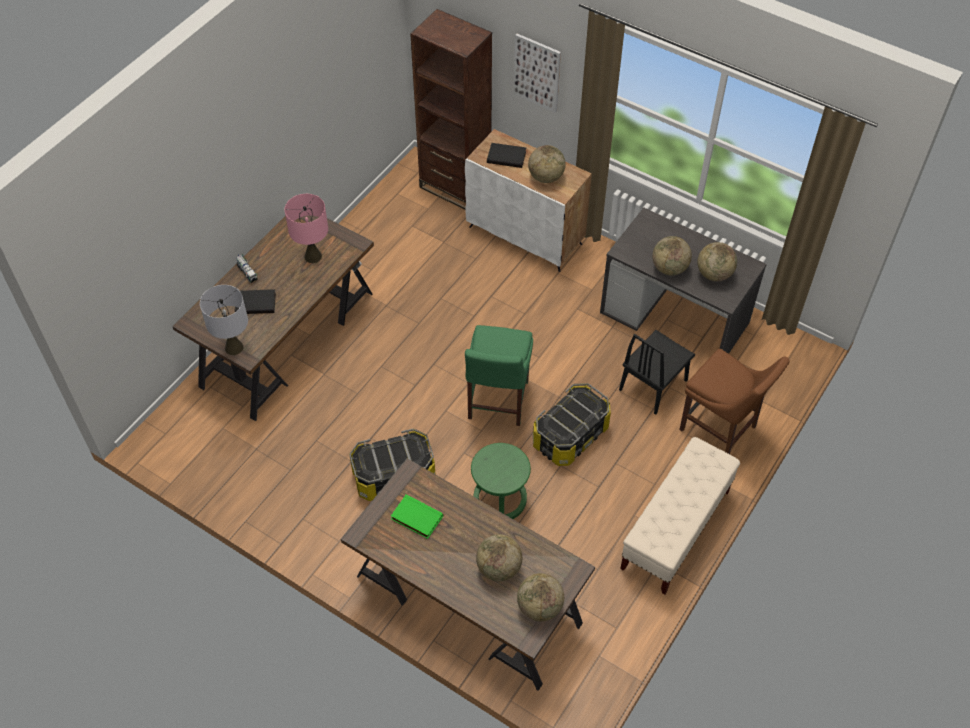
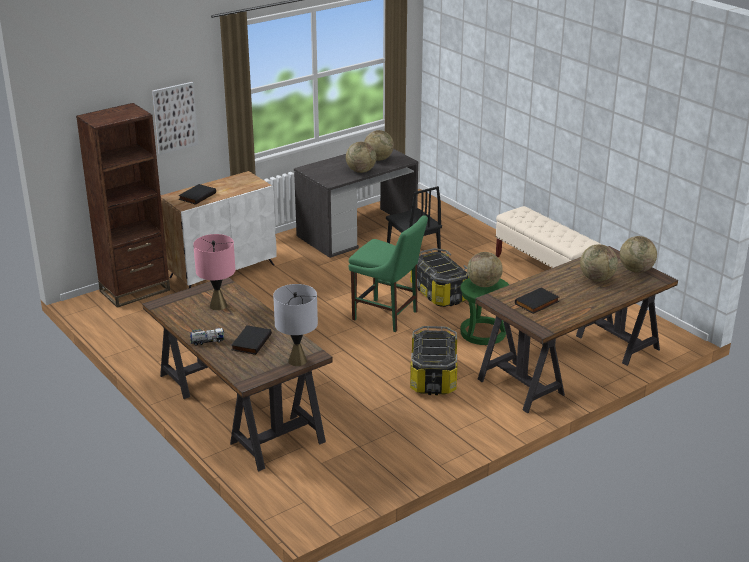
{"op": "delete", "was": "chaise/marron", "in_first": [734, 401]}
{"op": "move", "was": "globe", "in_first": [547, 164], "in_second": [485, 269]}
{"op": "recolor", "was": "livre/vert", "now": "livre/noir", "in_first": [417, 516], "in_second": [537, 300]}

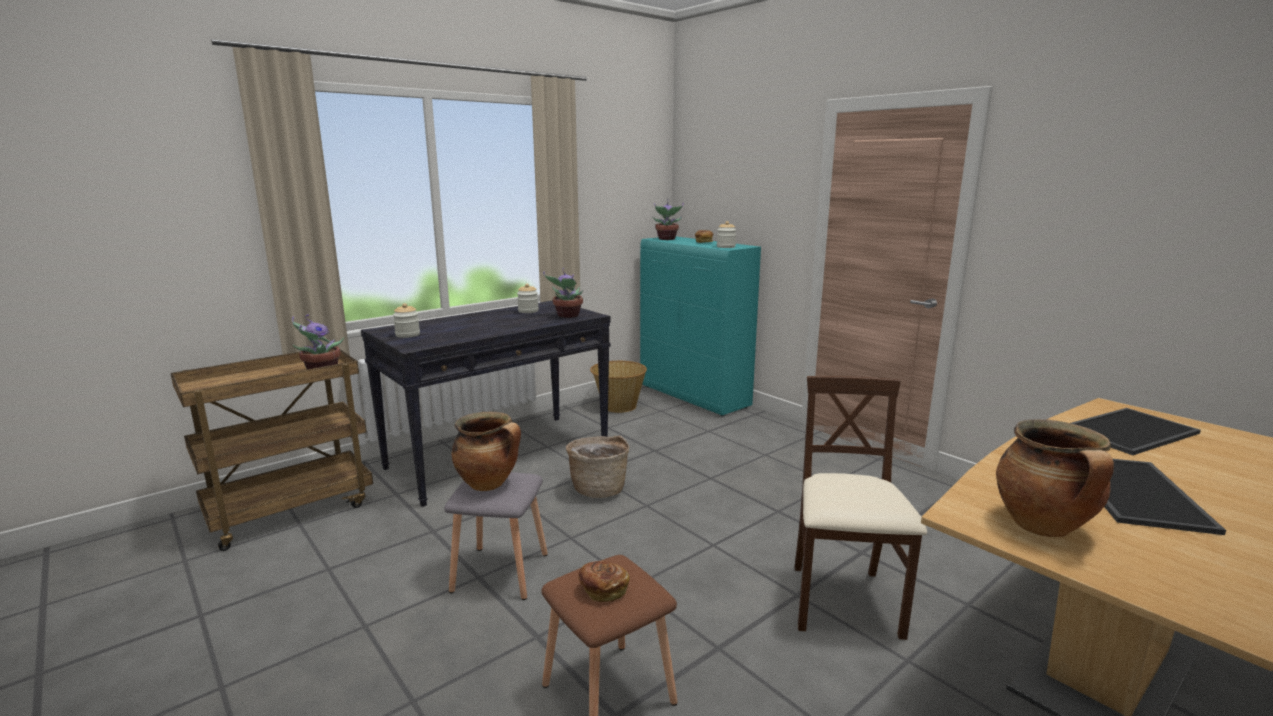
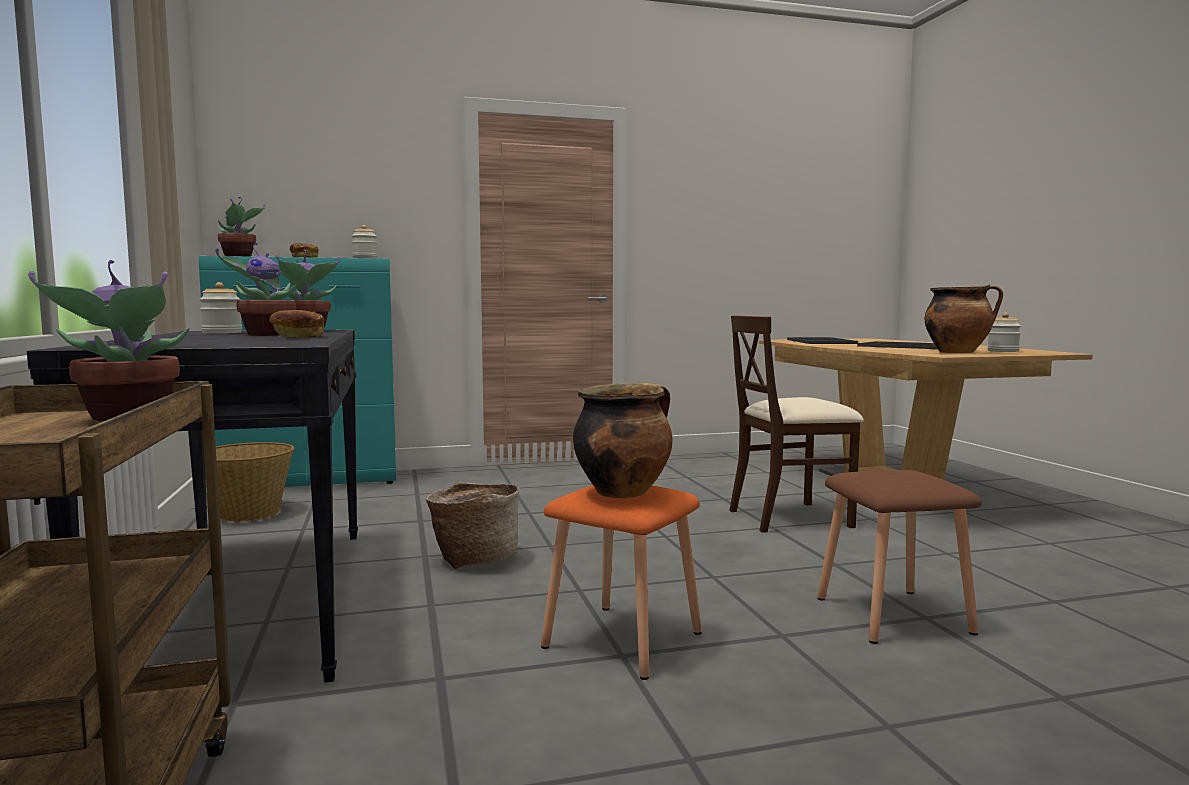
{"op": "insert", "now": "plante en pot", "in_second": [255, 289]}
{"op": "move", "was": "bocal", "in_first": [406, 320], "in_second": [1004, 332]}
{"op": "move", "was": "pain", "in_first": [603, 581], "in_second": [296, 324]}
{"op": "recolor", "was": "tabouret/gris", "now": "tabouret/orange", "in_first": [496, 536], "in_second": [621, 582]}
{"op": "rotate", "was": "chaise/beige", "in_first": [860, 508], "in_second": [796, 424], "clockwise": -45}

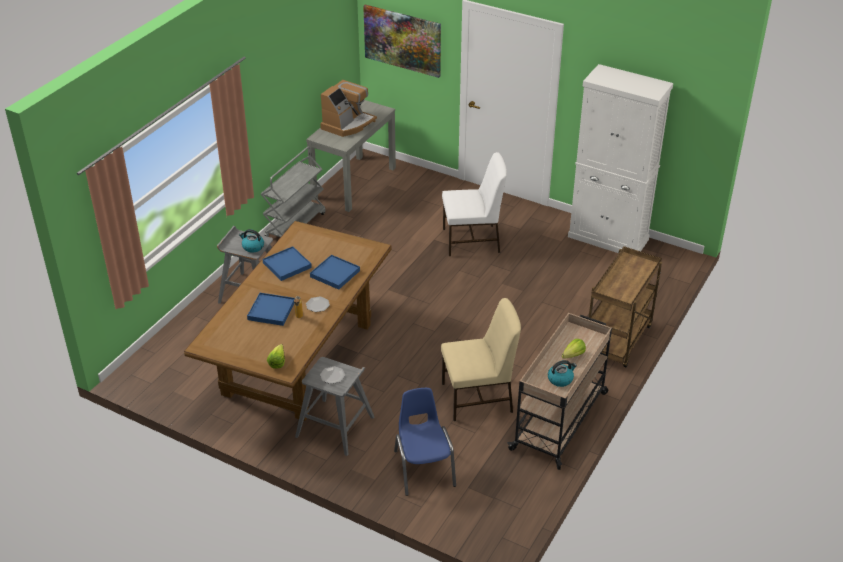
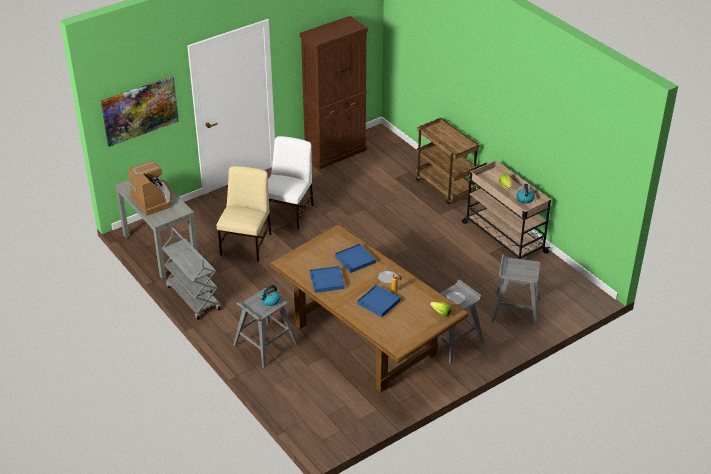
{"op": "move", "was": "chaise/beige", "in_first": [481, 359], "in_second": [244, 214]}
{"op": "replace", "was": "chaise/bleu", "now": "tabouret/gris", "in_first": [425, 442], "in_second": [516, 291]}
{"op": "recolor", "was": "meuble de rangement/blanc", "now": "meuble de rangement/marron", "in_first": [620, 158], "in_second": [334, 92]}

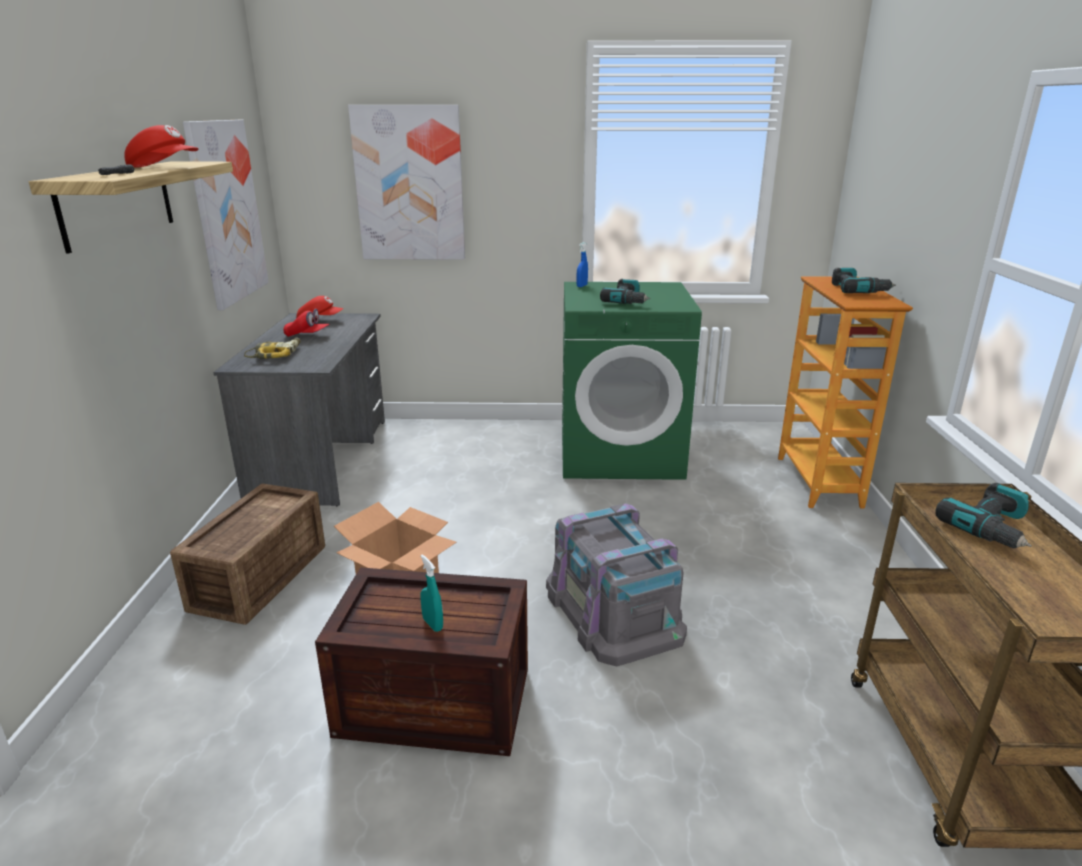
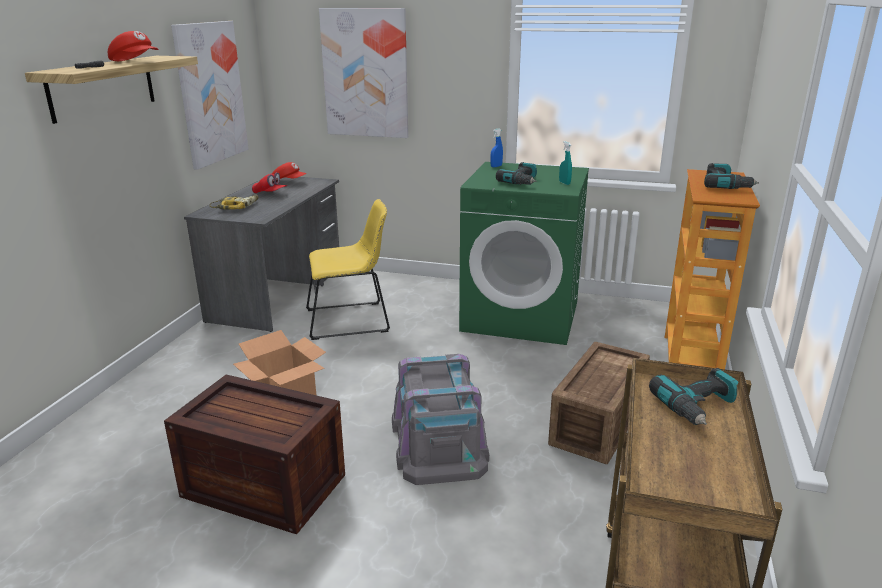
{"op": "insert", "now": "chaise/jaune", "in_second": [348, 269]}
{"op": "move", "was": "caisse", "in_first": [247, 554], "in_second": [599, 403]}
{"op": "move", "was": "vaporisateur/turquoise", "in_first": [431, 593], "in_second": [565, 163]}

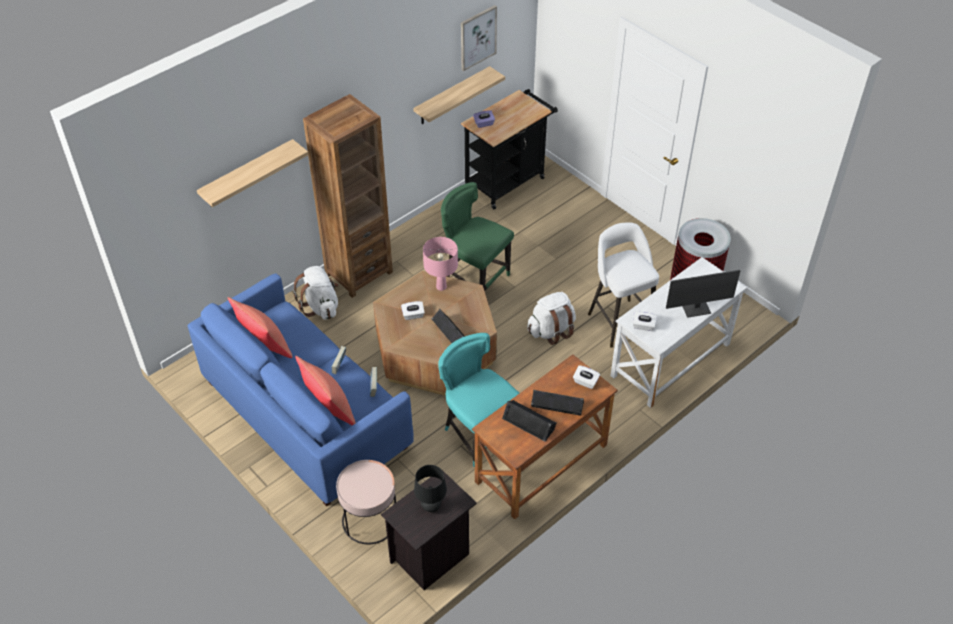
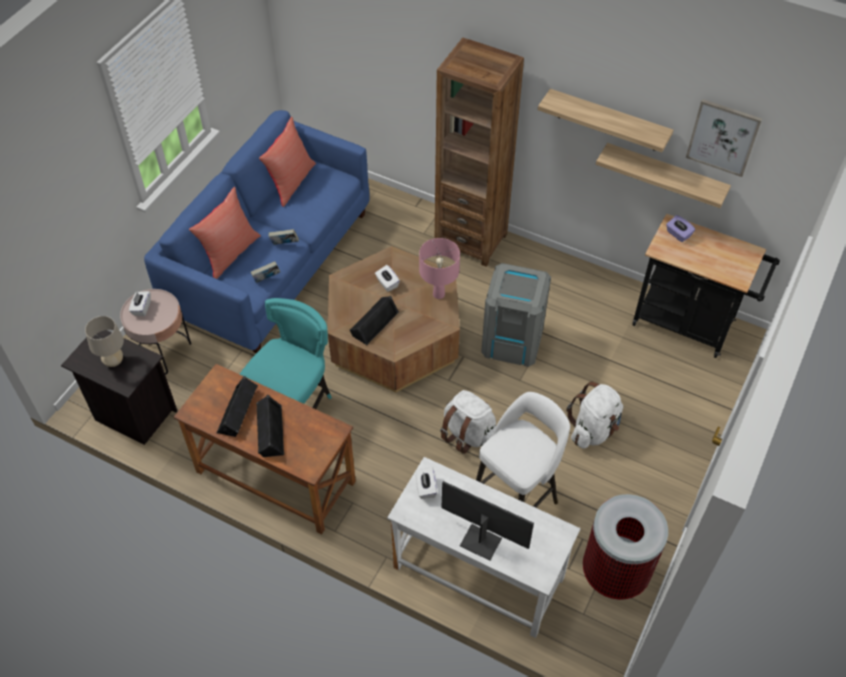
{"op": "move", "was": "étagère", "in_first": [253, 173], "in_second": [605, 120]}
{"op": "move", "was": "sac à dos/blanc", "in_first": [316, 293], "in_second": [594, 415]}
{"op": "move", "was": "boîte à mouchoirs/blanc", "in_first": [586, 377], "in_second": [140, 303]}
{"op": "replace", "was": "chaise/vert", "now": "poubelle/gris", "in_first": [477, 236], "in_second": [516, 315]}
{"op": "recolor", "was": "lampe de table/noir", "now": "lampe de table/beige", "in_first": [430, 488], "in_second": [104, 341]}
{"op": "rotate", "was": "écran d'ordinateur", "in_first": [703, 294], "in_second": [488, 521], "clockwise": 150}

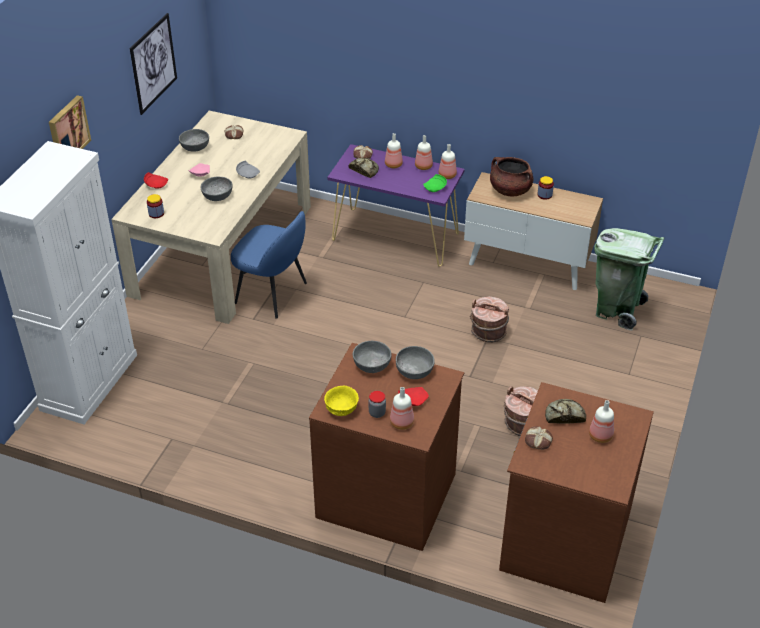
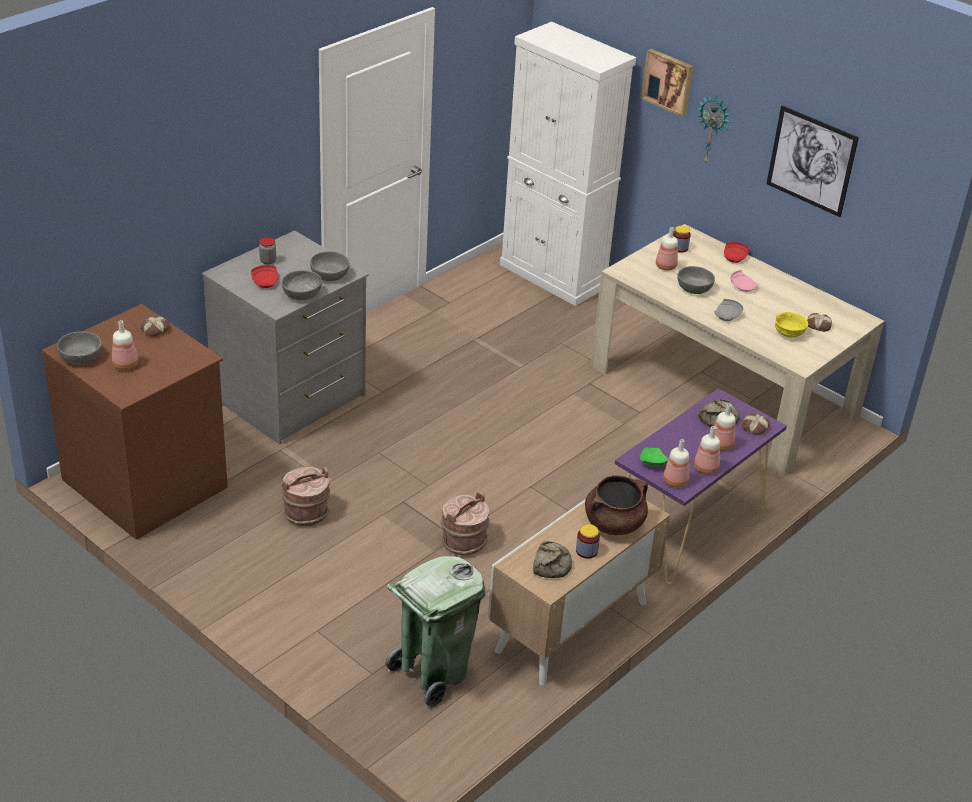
{"op": "delete", "was": "chaise/bleu", "in_first": [269, 265]}
{"op": "insert", "now": "horloge murale", "in_second": [714, 129]}
{"op": "move", "was": "bol/gris", "in_first": [194, 140], "in_second": [79, 348]}
{"op": "move", "was": "bol/jaune", "in_first": [341, 401], "in_second": [791, 324]}
{"op": "move", "was": "bouteille", "in_first": [402, 408], "in_second": [667, 249]}
{"op": "move", "was": "pain", "in_first": [565, 411], "in_second": [552, 559]}
{"op": "recolor", "was": "commode/marron", "now": "commode/gris", "in_first": [386, 447], "in_second": [285, 337]}

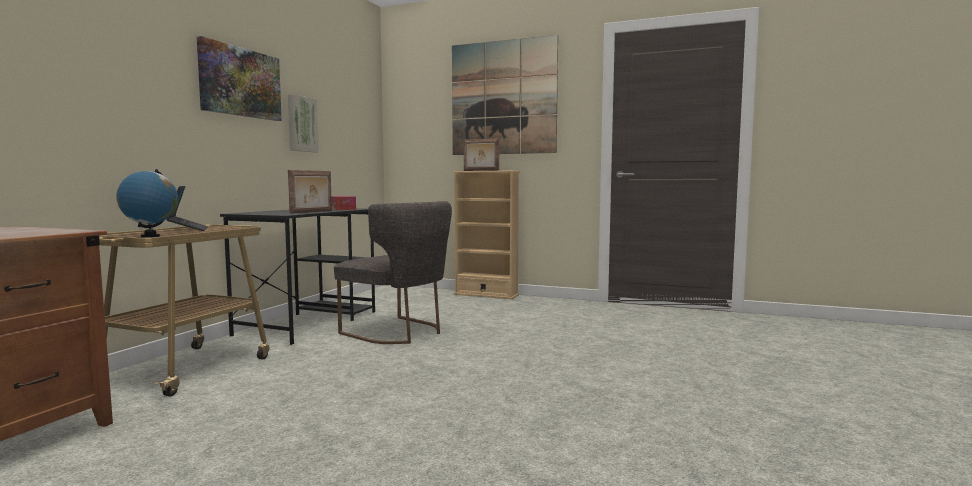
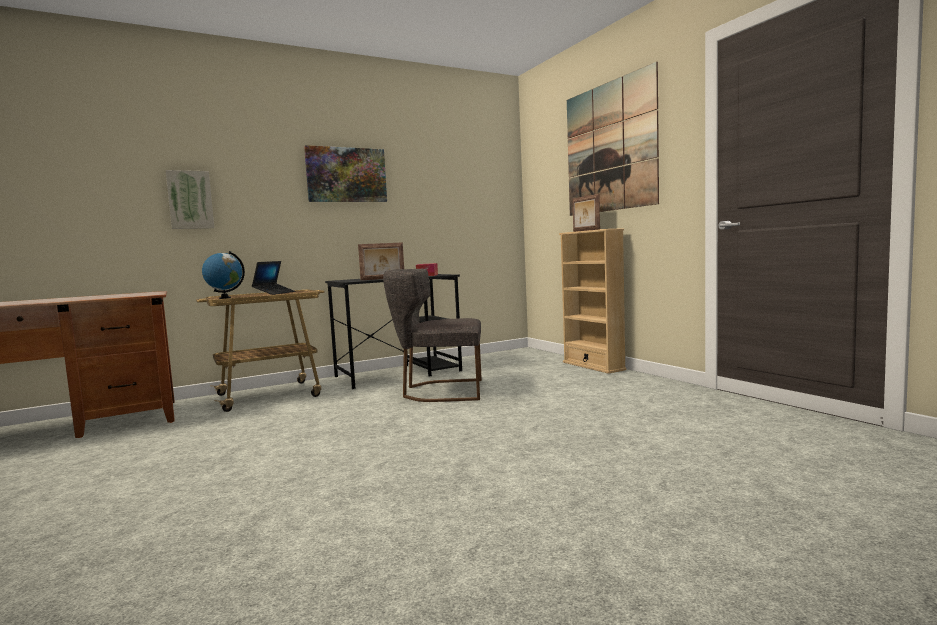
{"op": "move", "was": "tableau", "in_first": [303, 123], "in_second": [189, 199]}
{"op": "rotate", "was": "chaise/gris", "in_first": [393, 272], "in_second": [432, 335], "clockwise": 105}

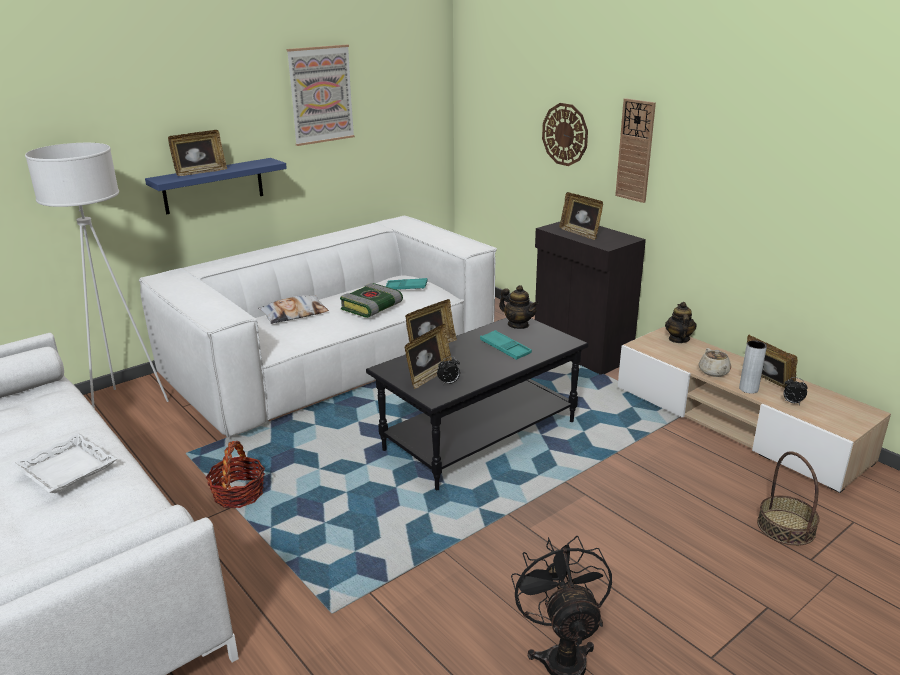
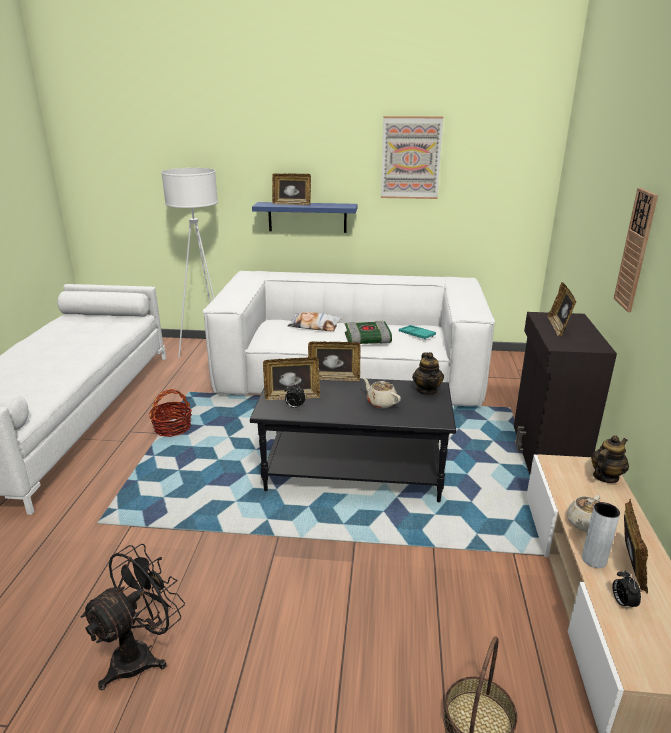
{"op": "delete", "was": "plateau/blanc", "in_first": [65, 463]}
{"op": "delete", "was": "horloge murale", "in_first": [565, 134]}
{"op": "replace", "was": "plateau/turquoise", "now": "théière/beige", "in_first": [506, 345], "in_second": [382, 393]}

